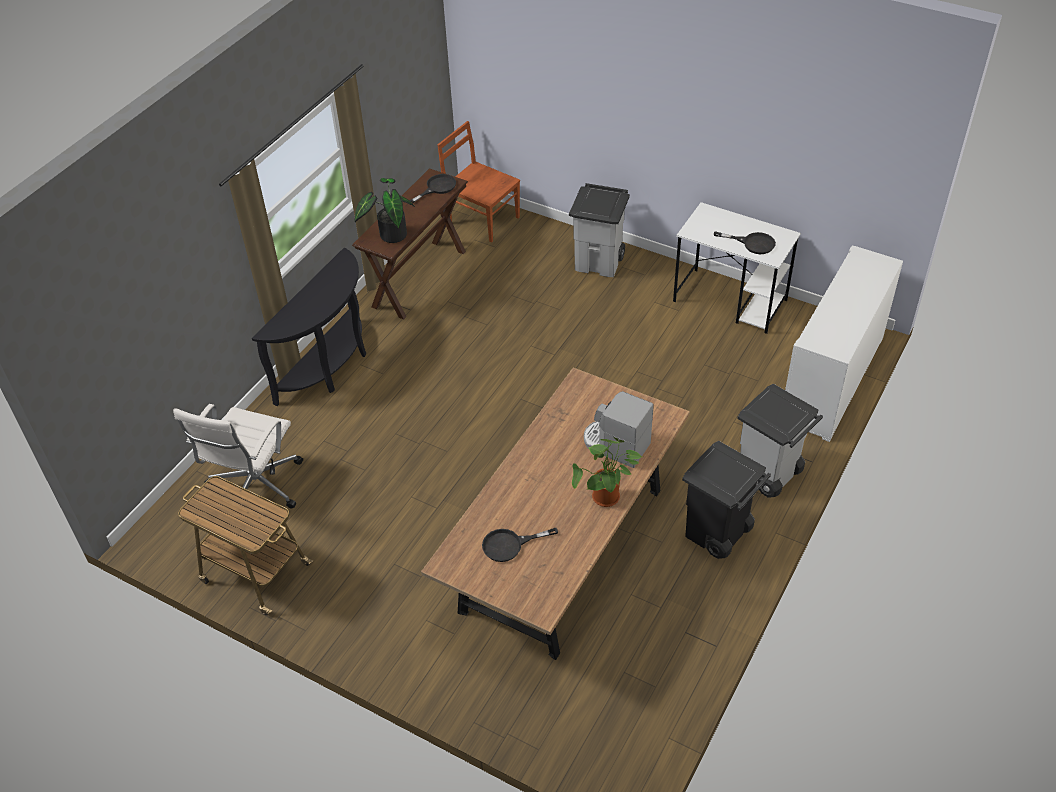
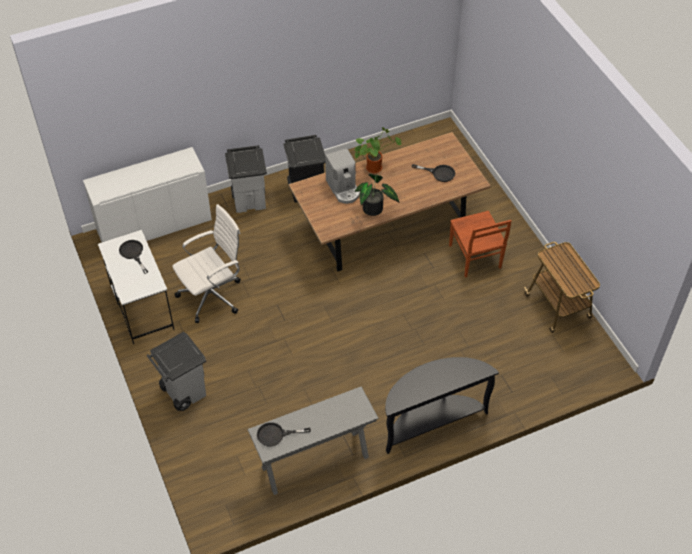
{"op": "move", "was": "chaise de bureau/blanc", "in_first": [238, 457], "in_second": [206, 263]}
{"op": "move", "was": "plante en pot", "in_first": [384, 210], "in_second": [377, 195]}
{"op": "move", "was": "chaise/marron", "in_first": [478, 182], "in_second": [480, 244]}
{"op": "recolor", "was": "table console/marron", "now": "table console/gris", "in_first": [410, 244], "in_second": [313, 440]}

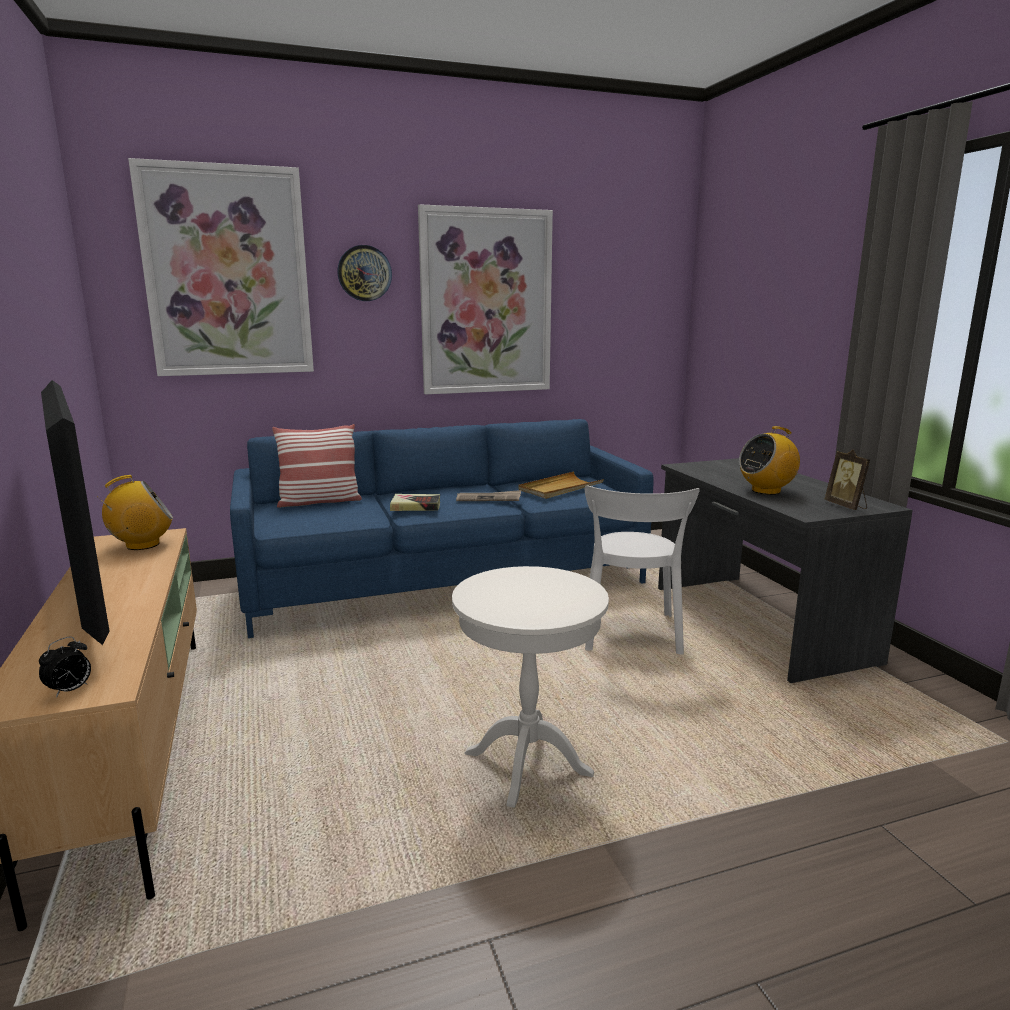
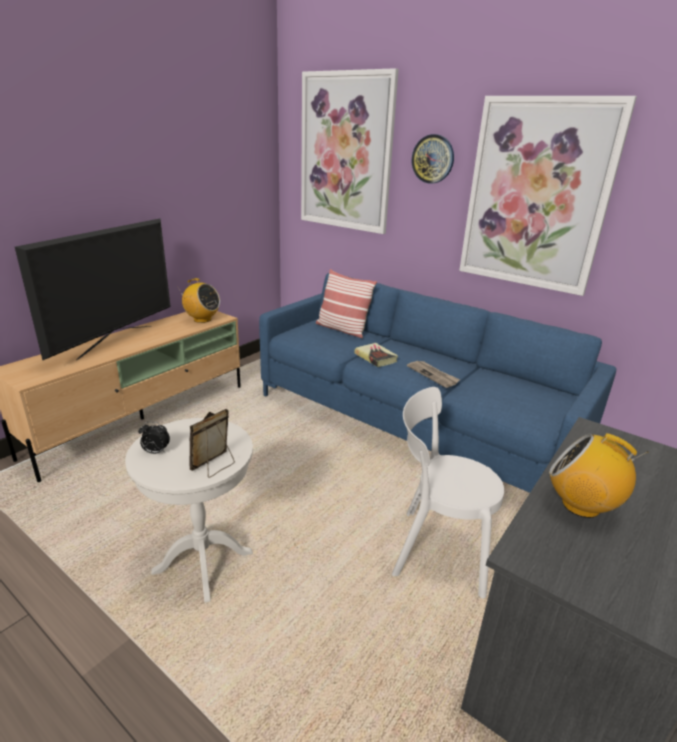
{"op": "delete", "was": "plateau/beige", "in_first": [561, 485]}
{"op": "move", "was": "réveil", "in_first": [65, 667], "in_second": [154, 438]}
{"op": "move", "was": "cadre photo", "in_first": [847, 479], "in_second": [212, 443]}
{"op": "rotate", "was": "chaise/blanc", "in_first": [642, 570], "in_second": [448, 492], "clockwise": 45}

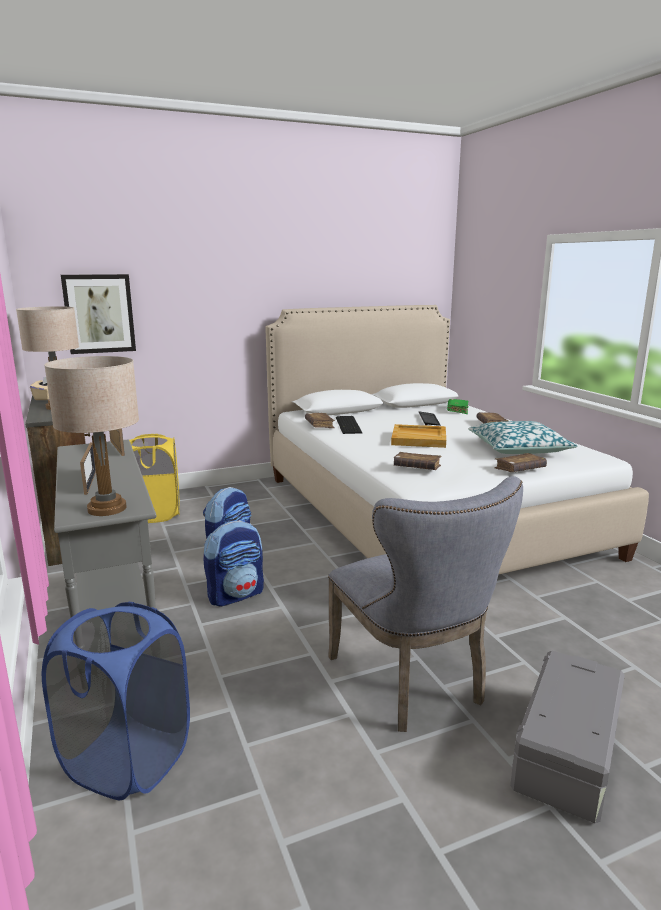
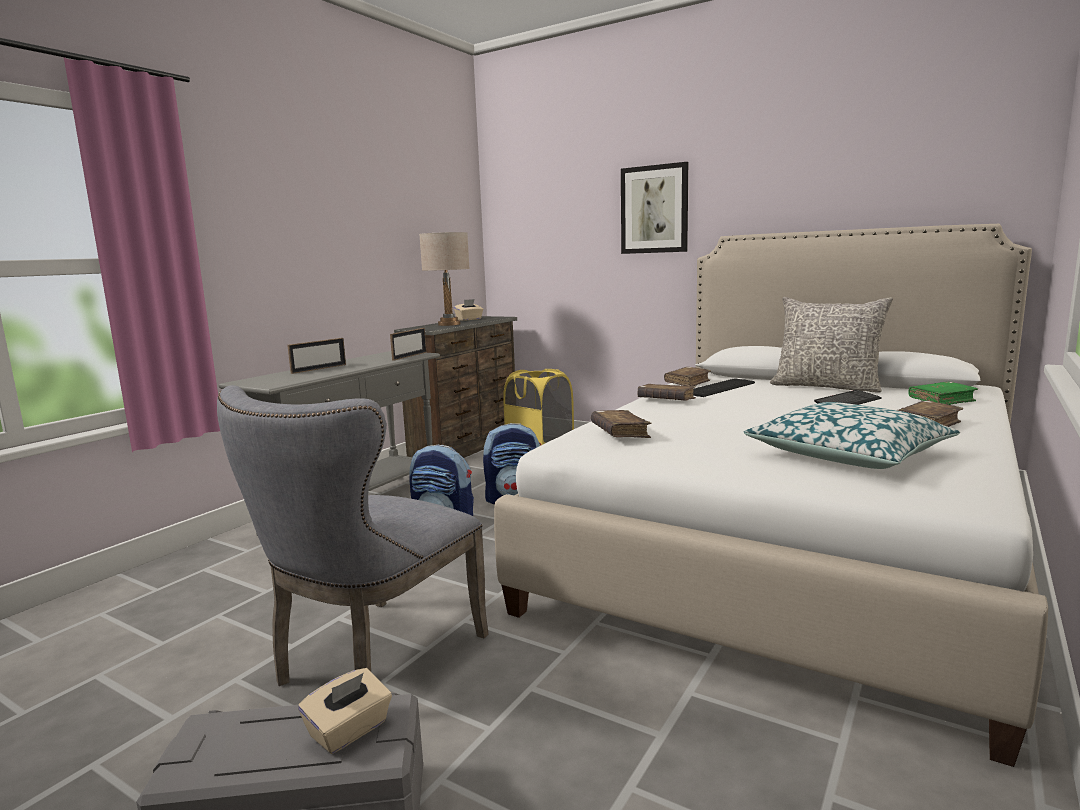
{"op": "delete", "was": "panier à linge/bleu", "in_first": [116, 701]}
{"op": "delete", "was": "lampe de table/beige", "in_first": [91, 436]}
{"op": "delete", "was": "plateau/beige", "in_first": [418, 436]}
{"op": "insert", "now": "boîte à mouchoirs/beige", "in_second": [345, 711]}
{"op": "insert", "now": "coussin/gris", "in_second": [831, 345]}
{"op": "move", "was": "tableau", "in_first": [98, 314], "in_second": [654, 208]}
{"op": "move", "was": "livre/marron", "in_first": [521, 462], "in_second": [666, 392]}

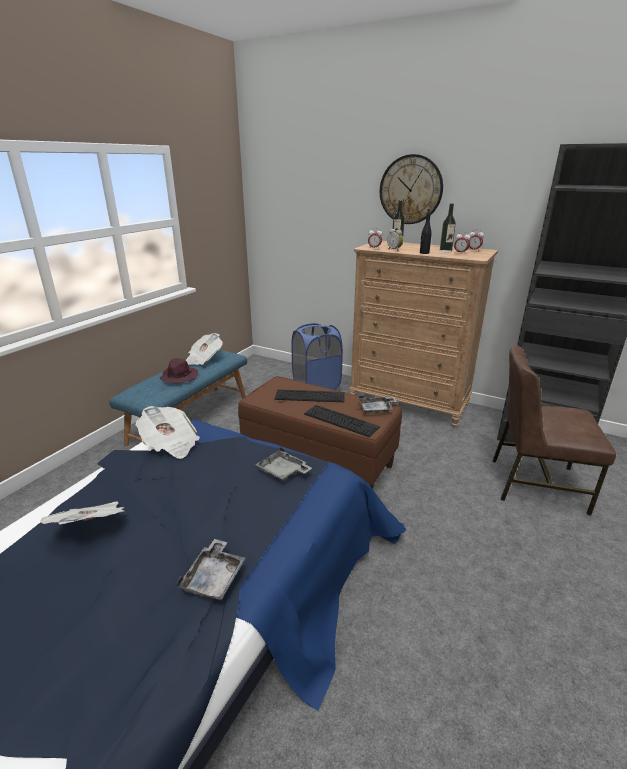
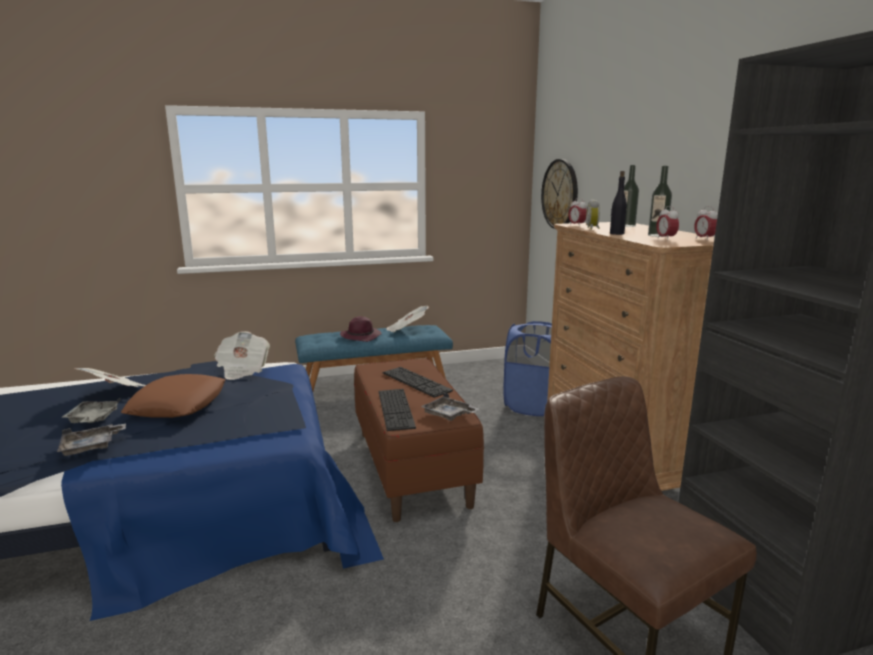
{"op": "insert", "now": "coussin/marron", "in_second": [173, 396]}
{"op": "move", "was": "plateau/gris", "in_first": [283, 464], "in_second": [91, 410]}
{"op": "move", "was": "horloge murale", "in_first": [411, 189], "in_second": [559, 194]}

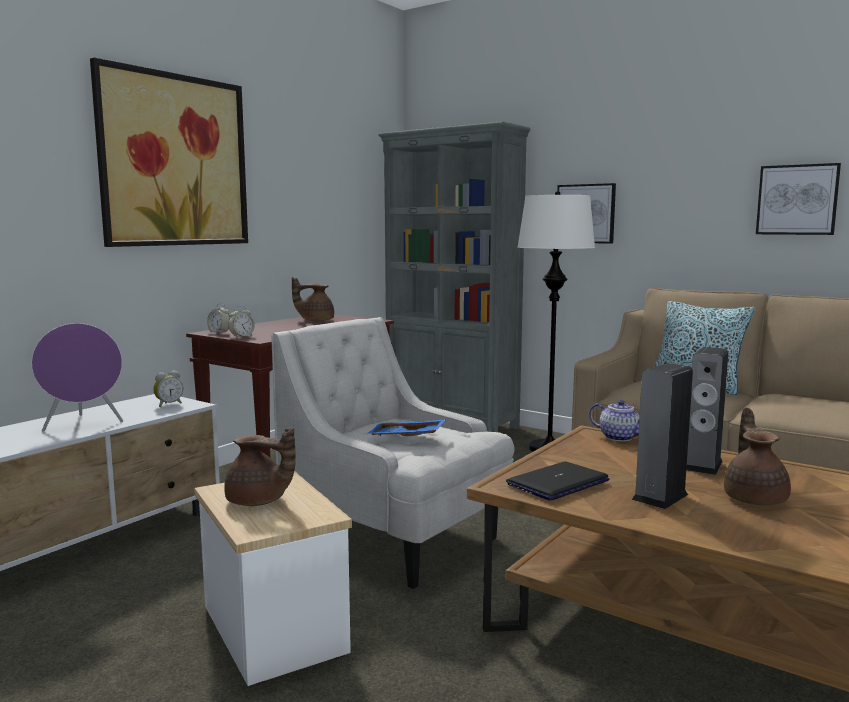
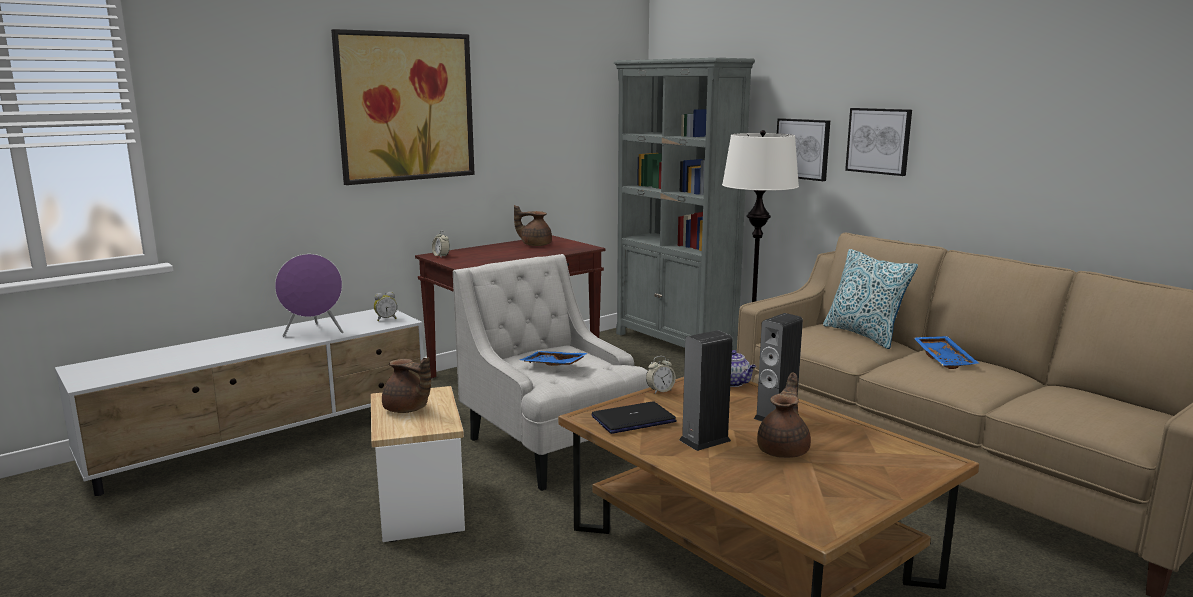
{"op": "insert", "now": "plateau/bleu", "in_second": [946, 352]}
{"op": "move", "was": "réveil", "in_first": [241, 322], "in_second": [661, 374]}
{"op": "move", "was": "tableau", "in_first": [798, 199], "in_second": [878, 142]}

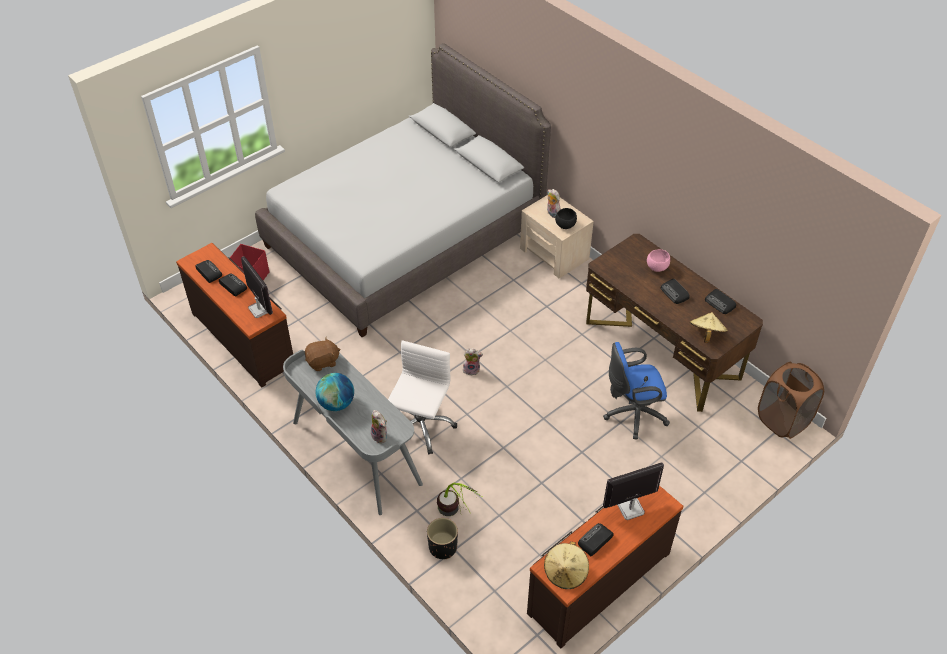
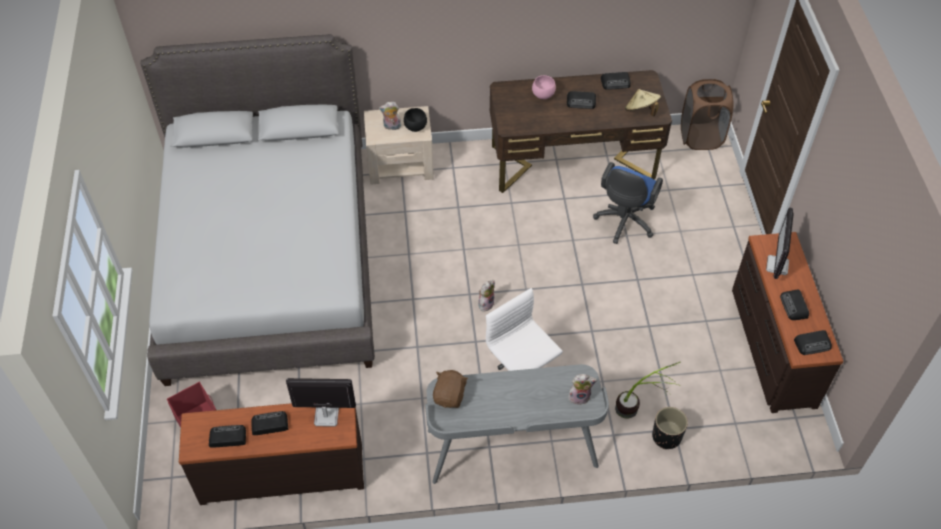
{"op": "delete", "was": "globe", "in_first": [335, 392]}
{"op": "replace", "was": "chapeau/beige", "now": "radio", "in_first": [566, 565], "in_second": [813, 342]}

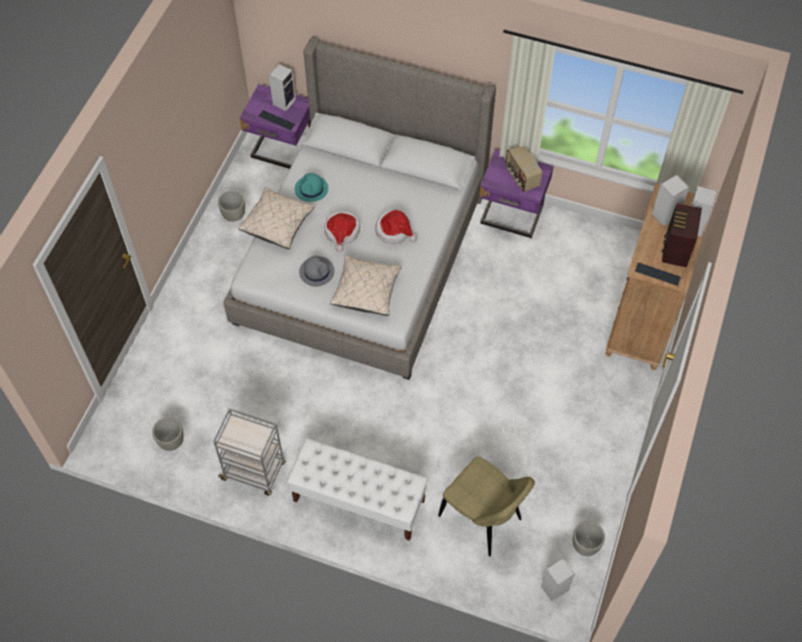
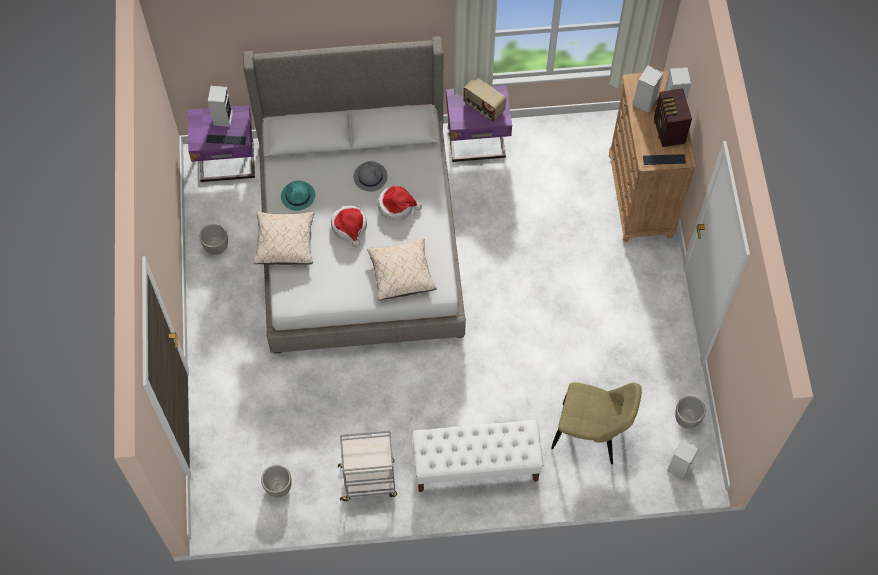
{"op": "move", "was": "chapeau/gris", "in_first": [317, 271], "in_second": [370, 176]}

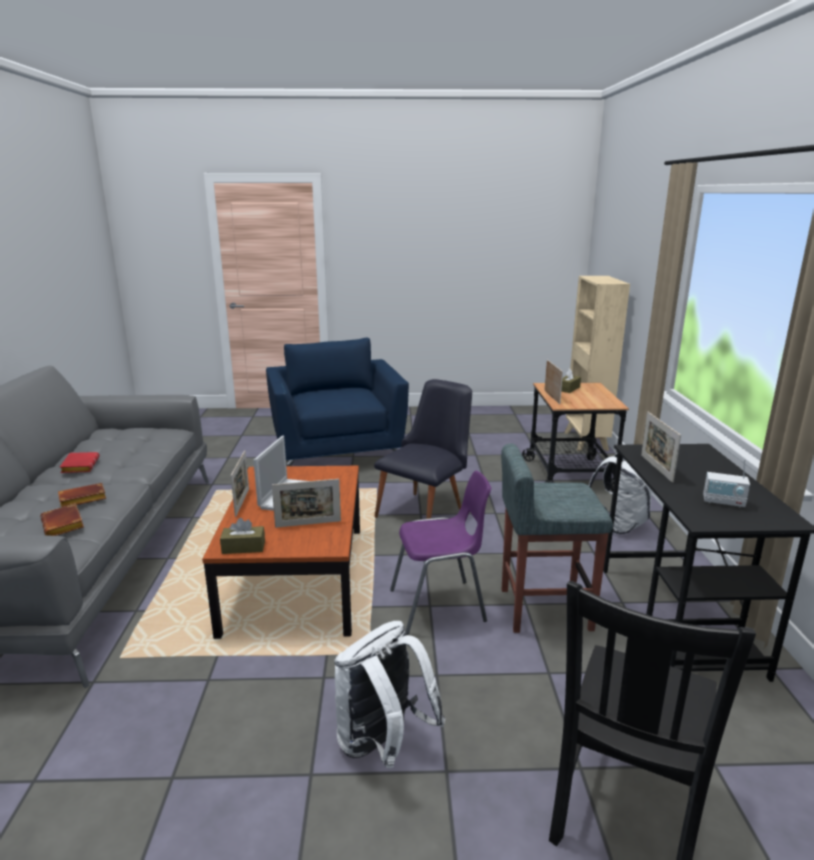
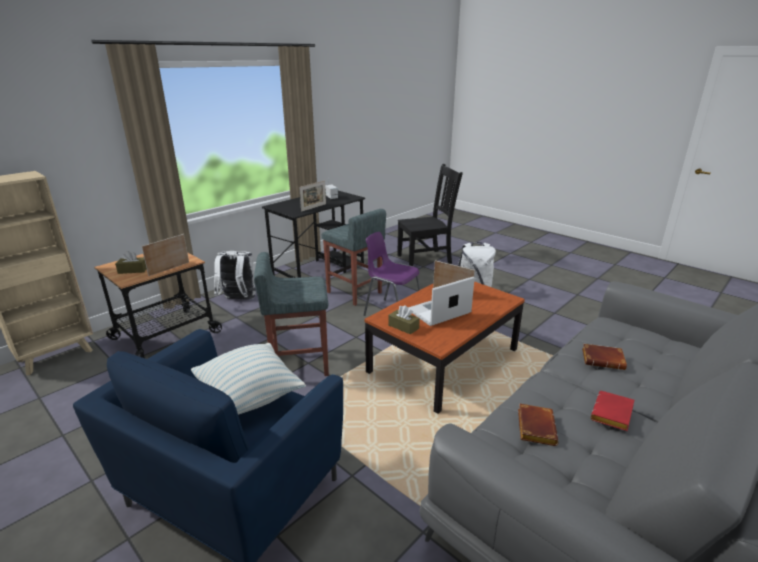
{"op": "delete", "was": "cadre photo", "in_first": [240, 483]}
{"op": "insert", "now": "coussin", "in_second": [248, 379]}
{"op": "move", "was": "livre/marron", "in_first": [62, 519], "in_second": [538, 424]}
{"op": "move", "was": "boîte à mouchoirs/marron", "in_first": [242, 536], "in_second": [404, 320]}
{"op": "replace", "was": "chaise/noir", "now": "tabouret/gris", "in_first": [423, 449], "in_second": [291, 314]}

